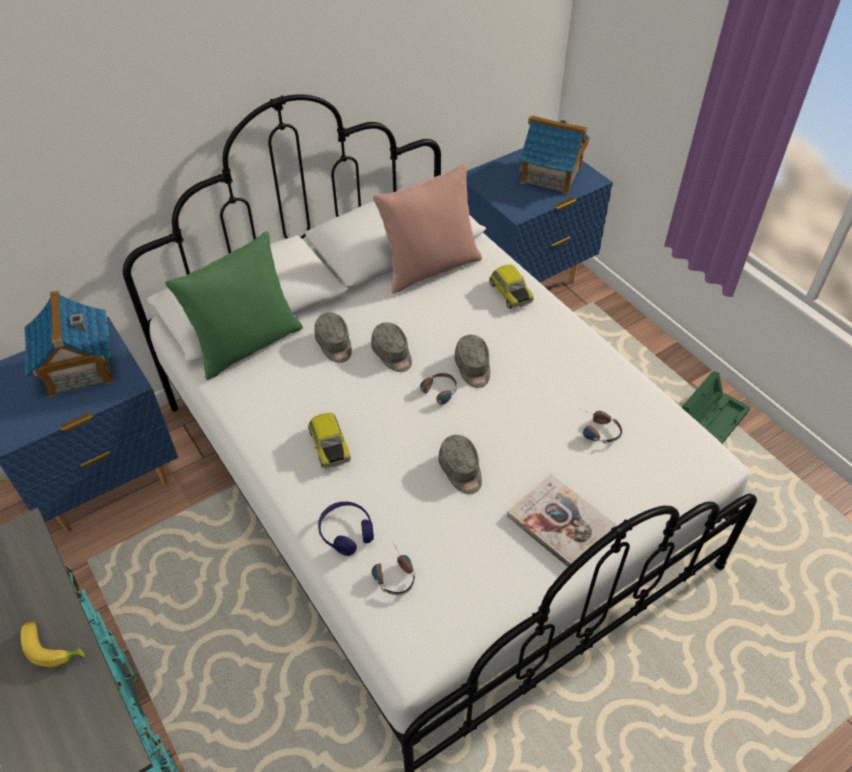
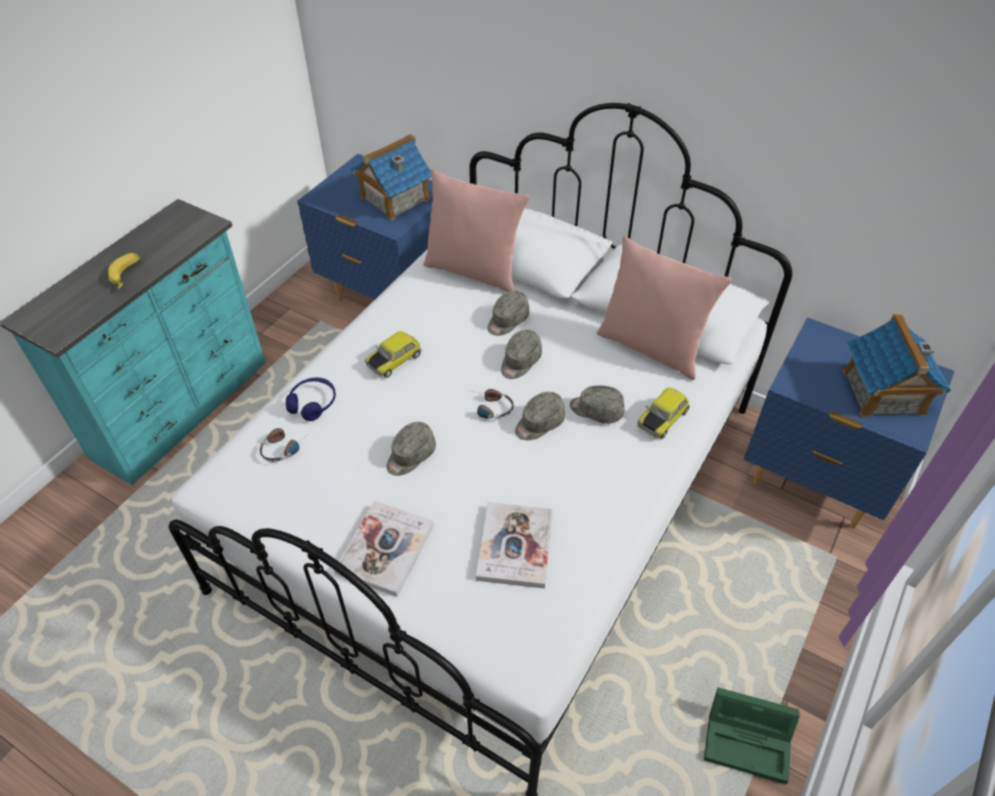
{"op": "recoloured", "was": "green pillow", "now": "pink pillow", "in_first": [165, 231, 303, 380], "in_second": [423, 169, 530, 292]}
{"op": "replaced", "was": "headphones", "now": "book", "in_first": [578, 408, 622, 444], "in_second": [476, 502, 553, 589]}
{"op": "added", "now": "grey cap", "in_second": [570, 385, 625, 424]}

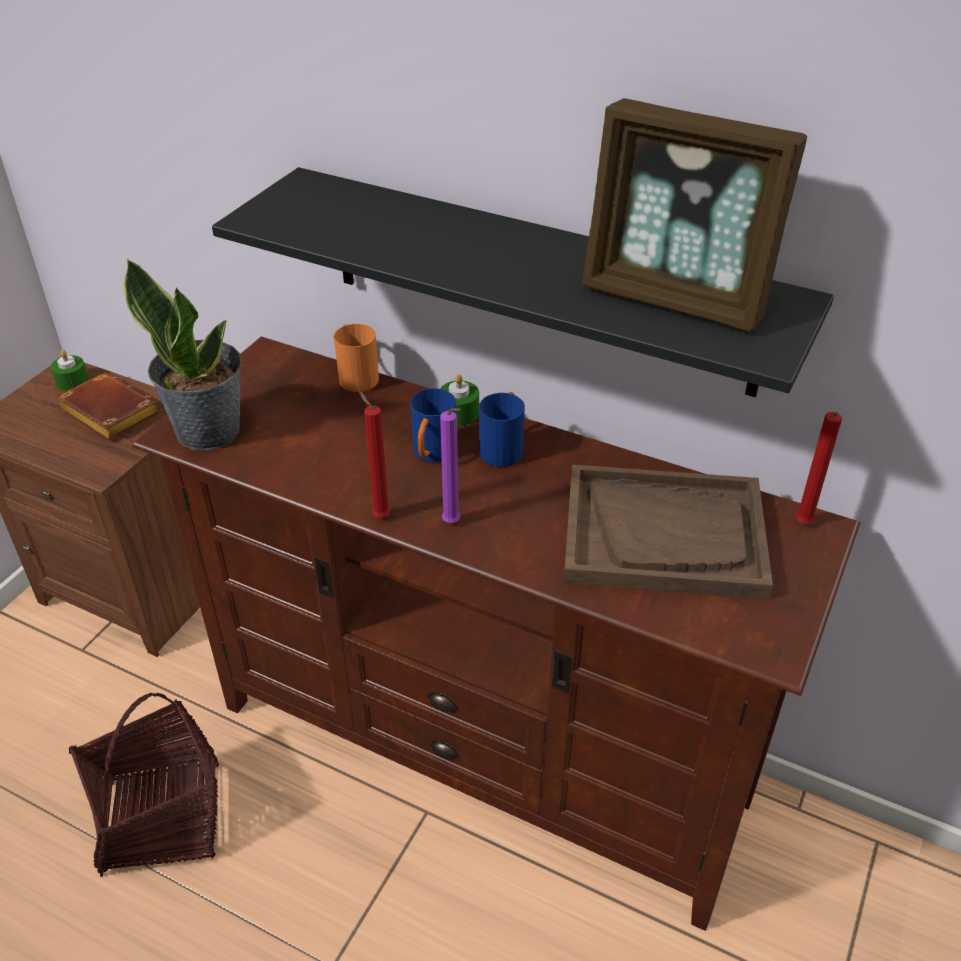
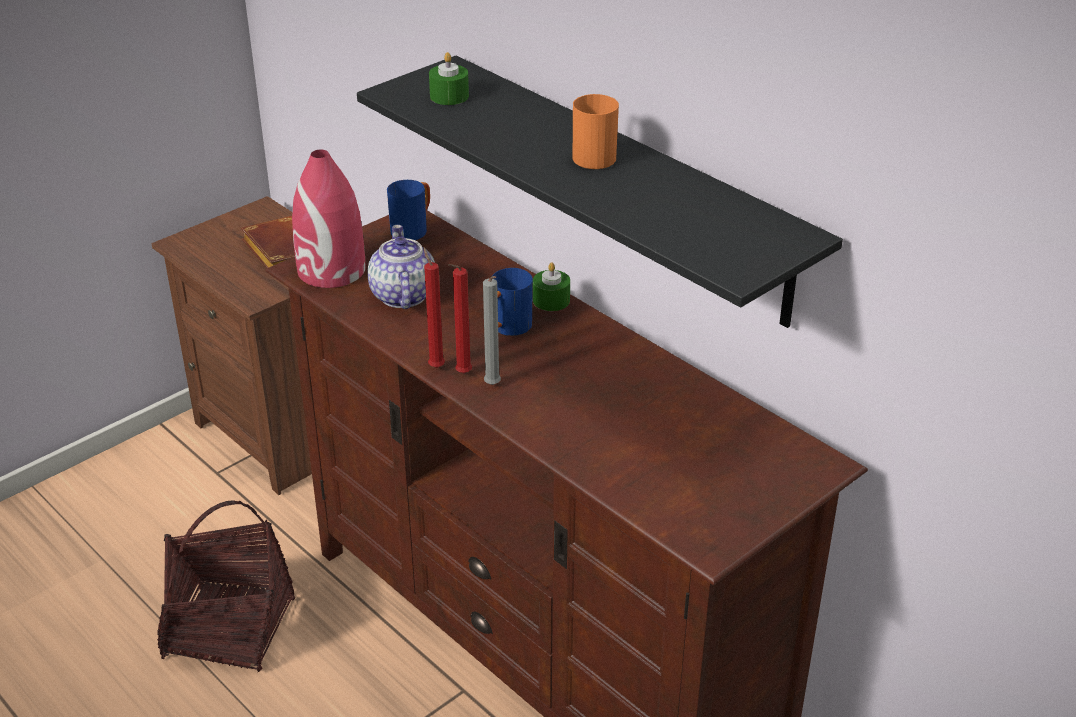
{"op": "removed", "was": "picture frame", "in_first": [582, 98, 807, 331]}
{"op": "replaced", "was": "potted plant", "now": "red vase", "in_first": [123, 259, 242, 451], "in_second": [292, 150, 366, 288]}
{"op": "moved", "was": "orange mug", "in_first": [334, 324, 379, 392], "in_second": [573, 94, 619, 169]}
{"op": "moved", "was": "green candle", "in_first": [51, 350, 89, 391], "in_second": [429, 52, 469, 105]}
{"op": "moved", "was": "blue mug", "in_first": [479, 392, 525, 467], "in_second": [387, 180, 430, 240]}
{"op": "recoloured", "was": "purple candle", "now": "grey candle", "in_first": [440, 408, 461, 523], "in_second": [483, 276, 501, 385]}
{"op": "moved", "was": "red candle", "in_first": [796, 411, 842, 524], "in_second": [448, 264, 472, 373]}
{"op": "removed", "was": "brown tray", "in_first": [564, 465, 773, 600]}
{"op": "added", "now": "teapot", "in_second": [367, 225, 435, 309]}

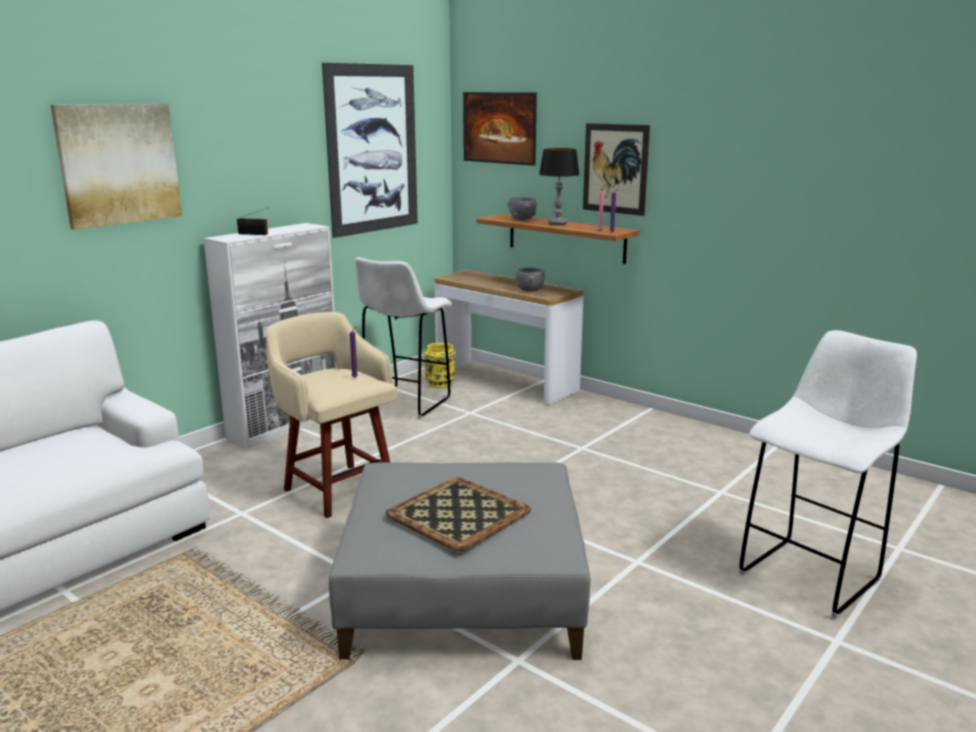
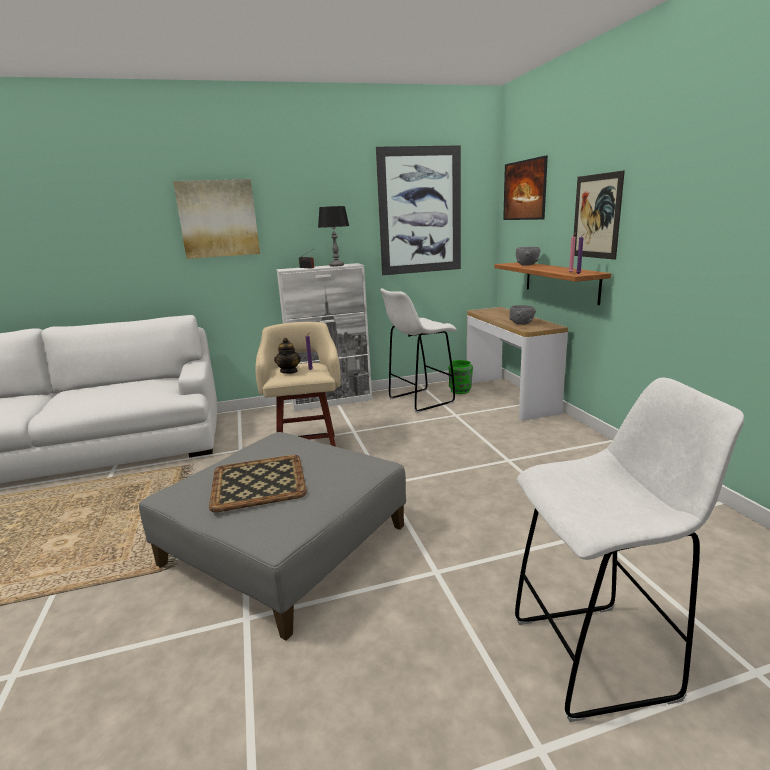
{"op": "moved", "was": "table lamp", "in_first": [539, 148, 580, 225], "in_second": [318, 206, 349, 267]}
{"op": "recoloured", "was": "yellow vase", "now": "green vase", "in_first": [424, 343, 456, 388], "in_second": [448, 360, 473, 394]}
{"op": "added", "now": "teapot", "in_second": [274, 338, 301, 374]}

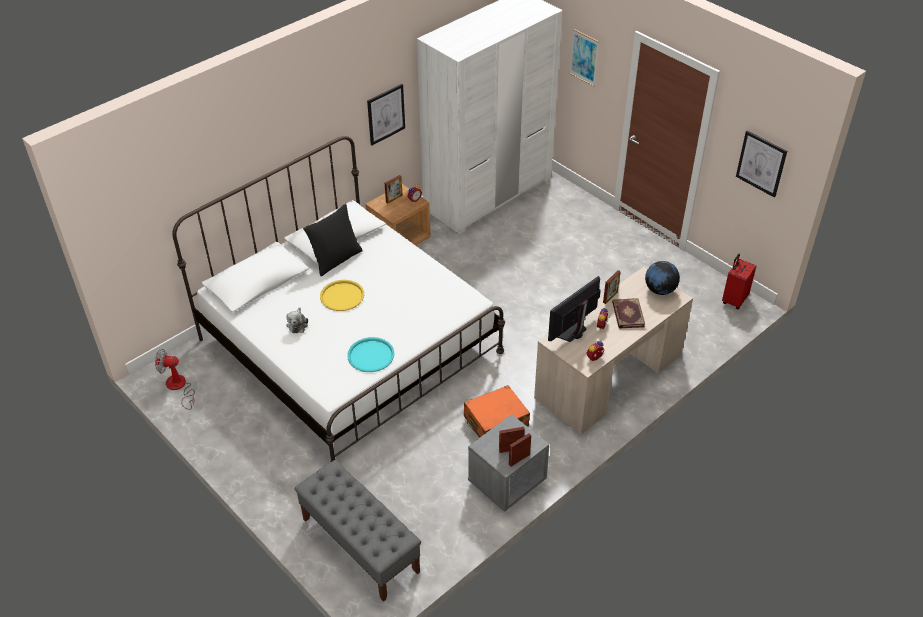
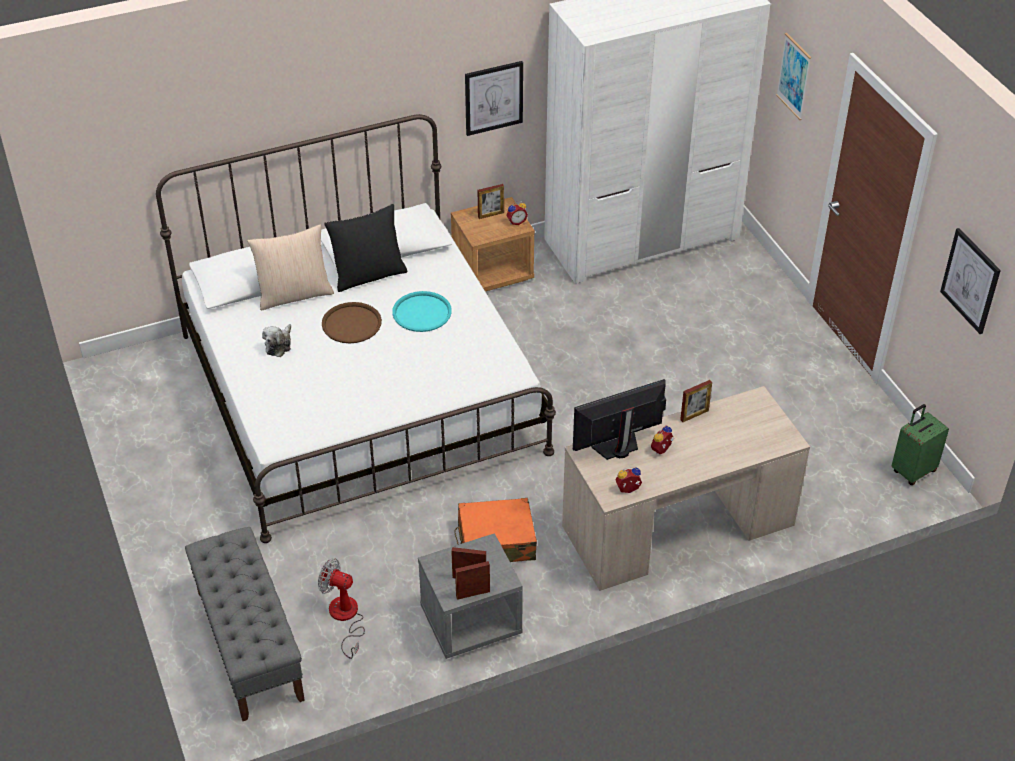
{"op": "recoloured", "was": "red suitcase", "now": "green suitcase", "in_first": [722, 254, 756, 309], "in_second": [891, 404, 949, 485]}
{"op": "removed", "was": "globe", "in_first": [645, 261, 680, 295]}
{"op": "recoloured", "was": "yellow tray", "now": "brown tray", "in_first": [320, 280, 364, 311], "in_second": [322, 302, 382, 343]}
{"op": "removed", "was": "book", "in_first": [612, 298, 645, 329]}
{"op": "moved", "was": "turquoise tray", "in_first": [347, 337, 394, 372], "in_second": [392, 291, 452, 332]}
{"op": "moved", "was": "fan", "in_first": [155, 349, 195, 410], "in_second": [318, 558, 365, 659]}
{"op": "added", "now": "beige pillow", "in_second": [247, 224, 334, 310]}

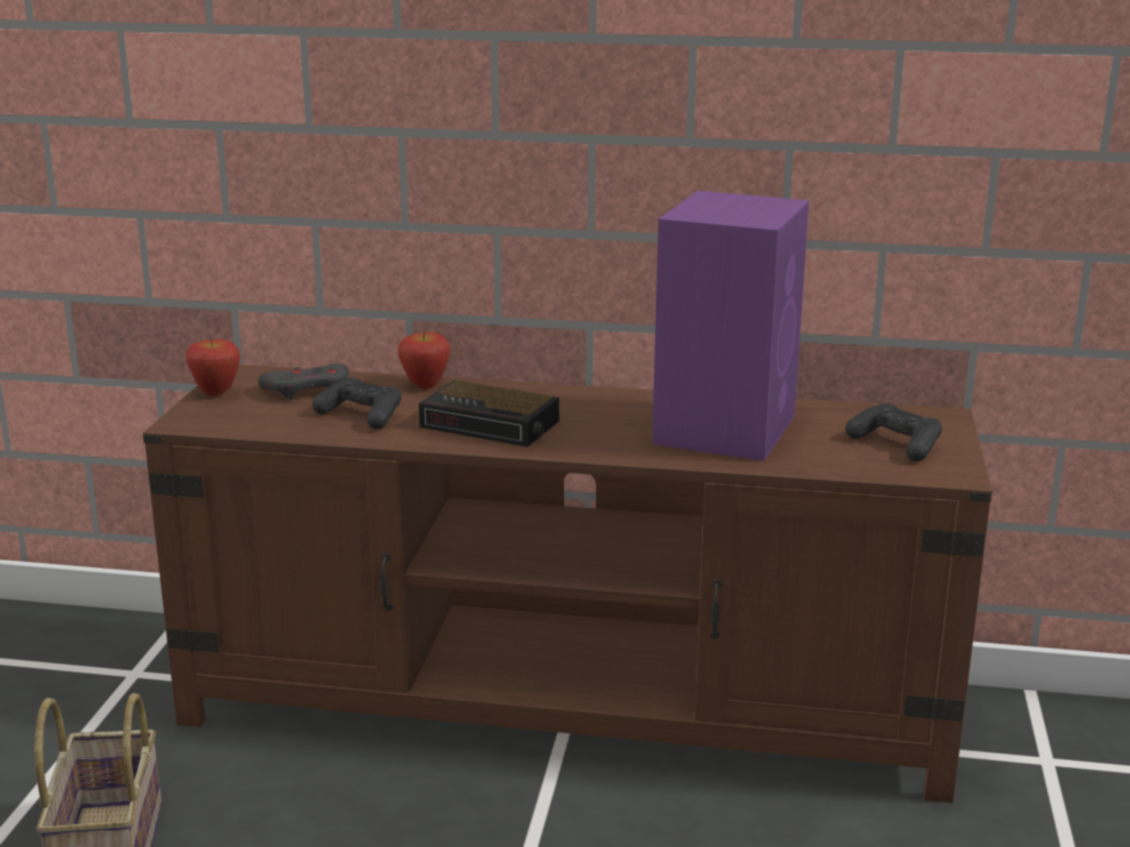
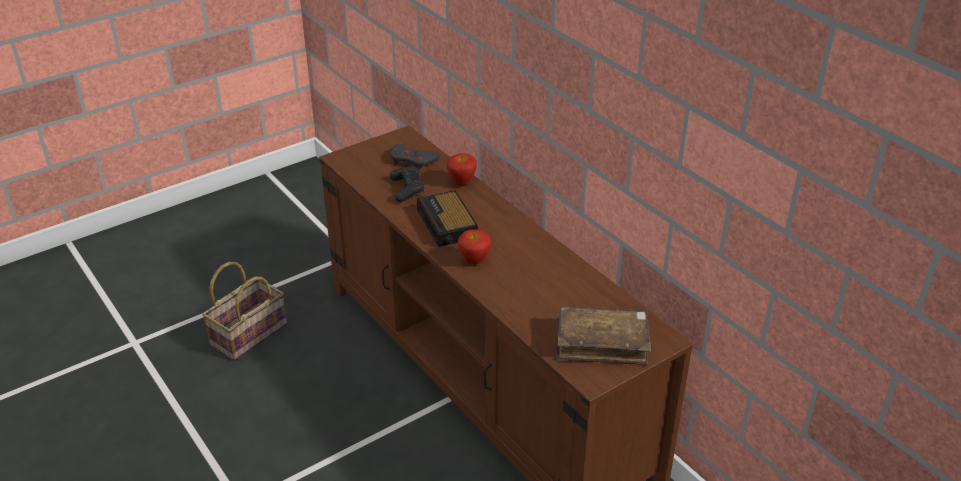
{"op": "removed", "was": "purple speaker", "in_first": [652, 191, 809, 461]}
{"op": "moved", "was": "apple", "in_first": [186, 339, 240, 396], "in_second": [458, 229, 491, 265]}
{"op": "replaced", "was": "black game controller", "now": "brown book", "in_first": [845, 403, 942, 461], "in_second": [556, 305, 651, 365]}

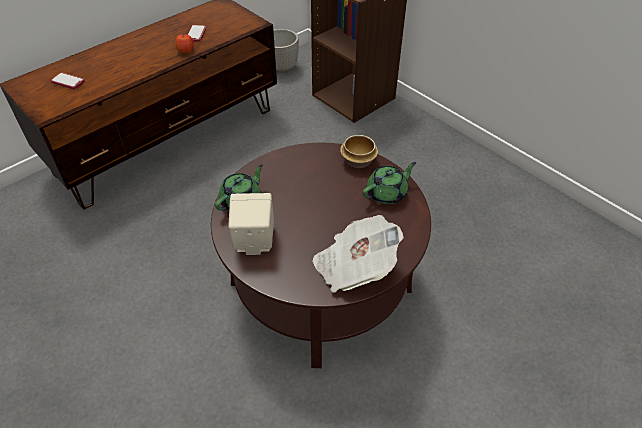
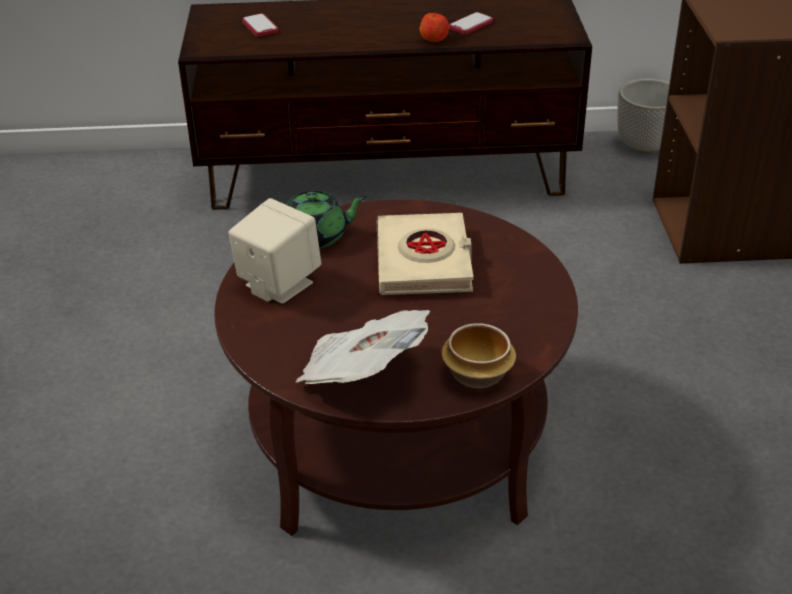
{"op": "moved", "was": "bowl", "in_first": [340, 135, 378, 168], "in_second": [442, 323, 516, 388]}
{"op": "removed", "was": "green teapot", "in_first": [363, 162, 416, 204]}
{"op": "added", "now": "beige book", "in_second": [376, 213, 474, 295]}

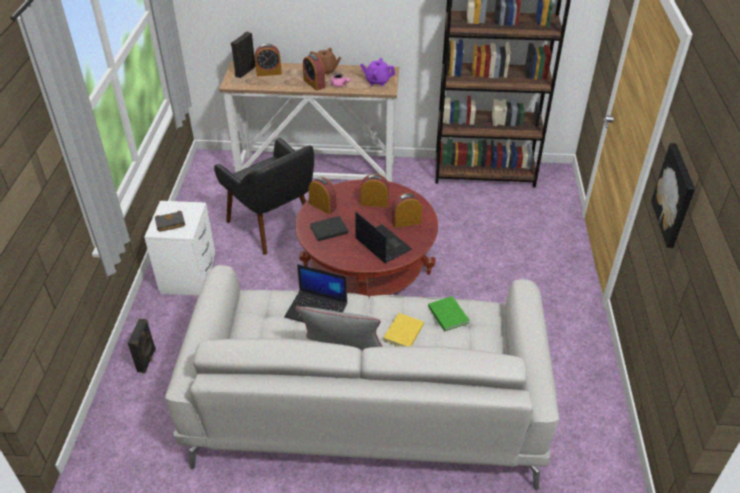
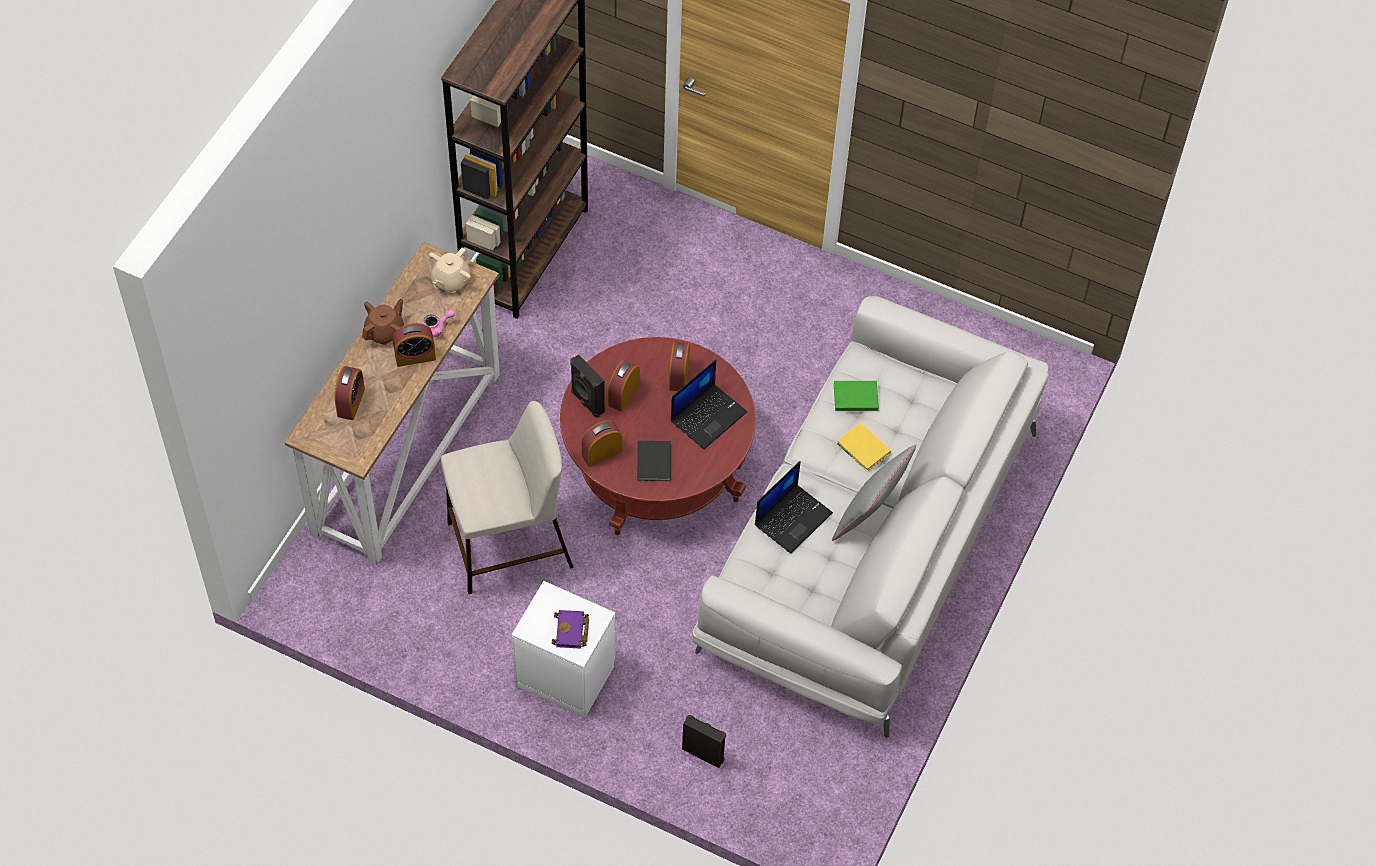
{"op": "moved", "was": "black speaker", "in_first": [231, 32, 256, 78], "in_second": [570, 354, 605, 418]}
{"op": "recoloured", "was": "purple teapot", "now": "beige teapot", "in_first": [360, 58, 395, 86], "in_second": [429, 248, 471, 293]}
{"op": "replaced", "was": "black armchair", "now": "beige stool", "in_first": [214, 138, 314, 255], "in_second": [441, 401, 574, 594]}
{"op": "removed", "was": "picture", "in_first": [651, 143, 695, 248]}
{"op": "recoloured", "was": "black book", "now": "purple book", "in_first": [155, 211, 185, 232], "in_second": [551, 610, 589, 649]}
{"op": "turned", "was": "laptop", "in_first": [355, 212, 412, 263], "in_second": [671, 359, 747, 449], "clockwise": 150}

